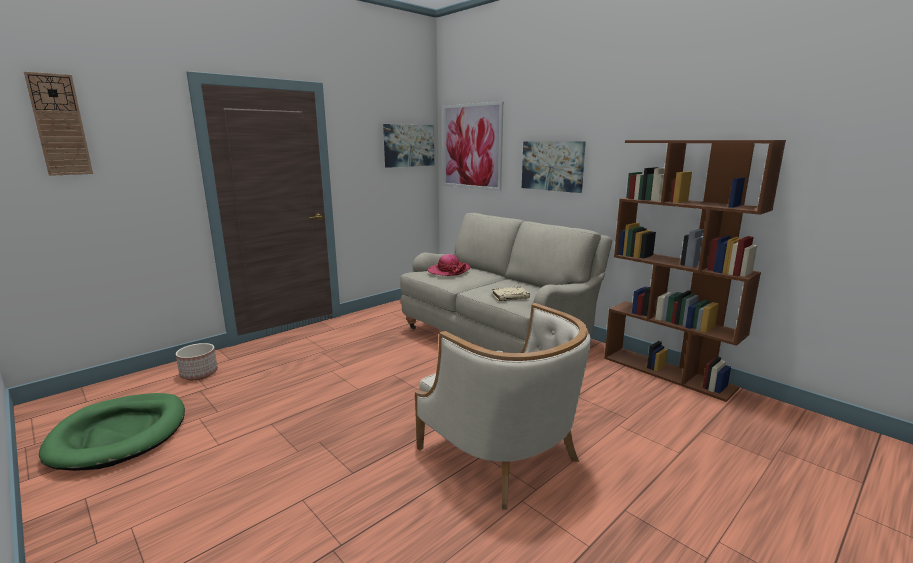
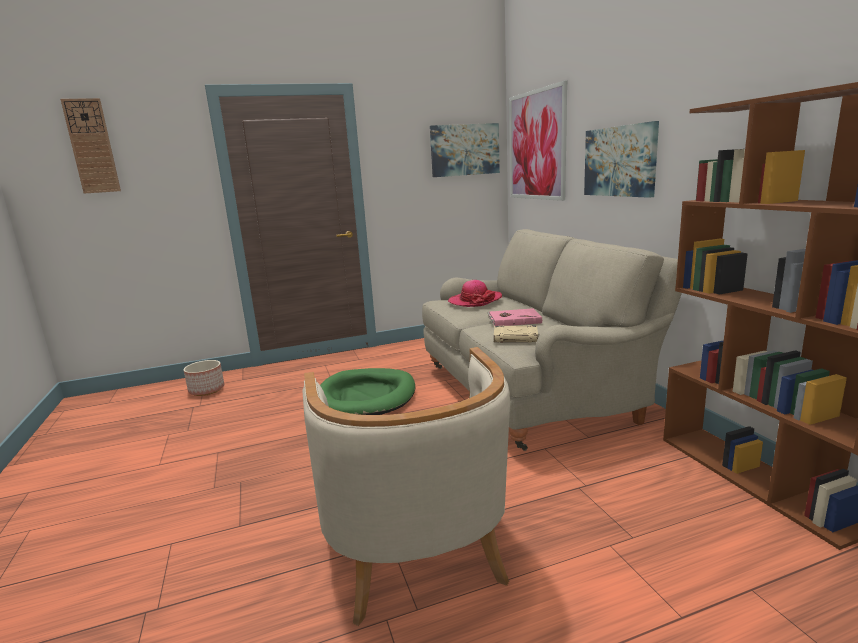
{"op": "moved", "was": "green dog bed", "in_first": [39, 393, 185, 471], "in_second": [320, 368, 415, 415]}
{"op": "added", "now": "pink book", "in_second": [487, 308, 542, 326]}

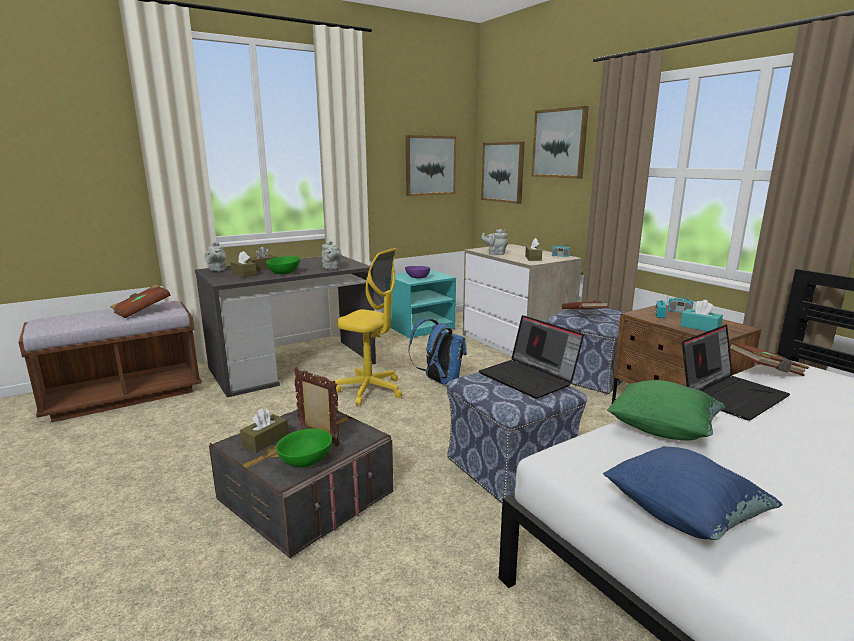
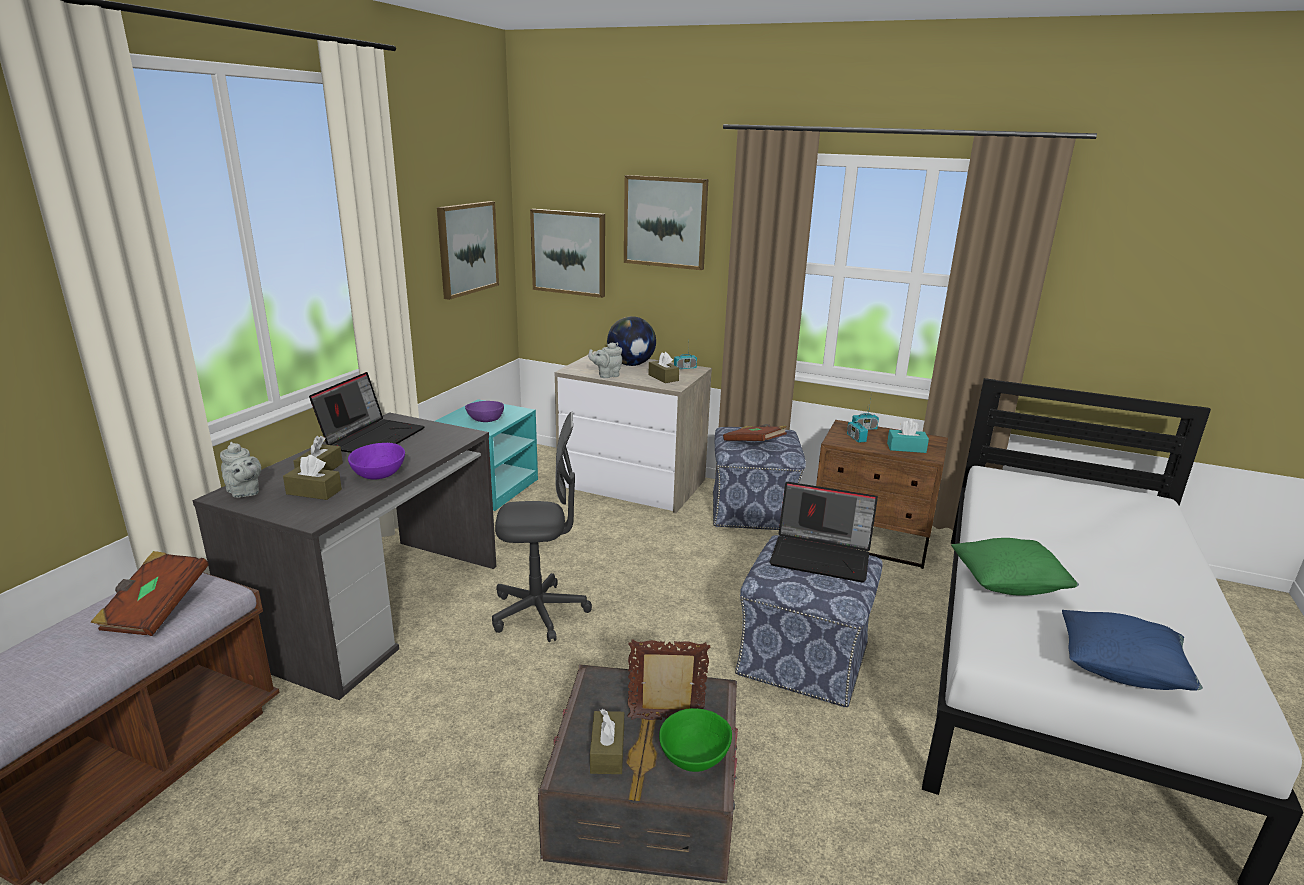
{"op": "removed", "was": "grey teapot", "in_first": [322, 240, 341, 269]}
{"op": "recoloured", "was": "yellow office chair", "now": "grey office chair", "in_first": [335, 248, 402, 406], "in_second": [492, 412, 592, 642]}
{"op": "recoloured", "was": "green bowl", "now": "purple bowl", "in_first": [266, 256, 300, 274], "in_second": [348, 443, 405, 480]}
{"op": "removed", "was": "blue backpack", "in_first": [409, 319, 467, 385]}
{"op": "moved", "was": "laptop", "in_first": [682, 324, 790, 421], "in_second": [309, 372, 425, 453]}
{"op": "removed", "was": "brown book", "in_first": [729, 341, 809, 376]}
{"op": "added", "now": "globe", "in_second": [607, 316, 656, 366]}

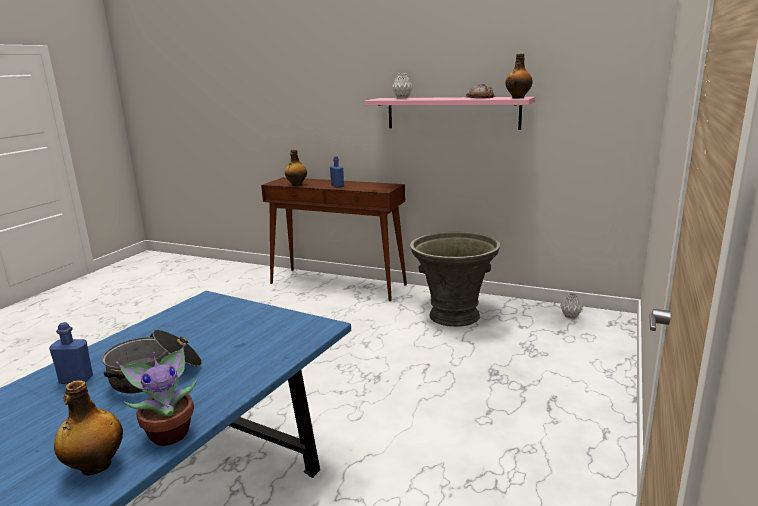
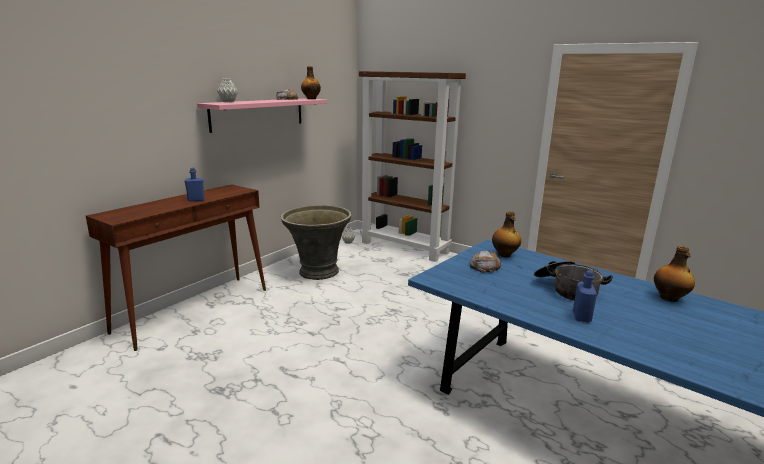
{"op": "moved", "was": "bottle", "in_first": [285, 150, 307, 186], "in_second": [492, 212, 521, 257]}
{"op": "removed", "was": "potted plant", "in_first": [115, 343, 197, 446]}
{"op": "added", "now": "brown bookcase", "in_second": [359, 71, 466, 262]}
{"op": "added", "now": "bread", "in_second": [470, 251, 502, 273]}

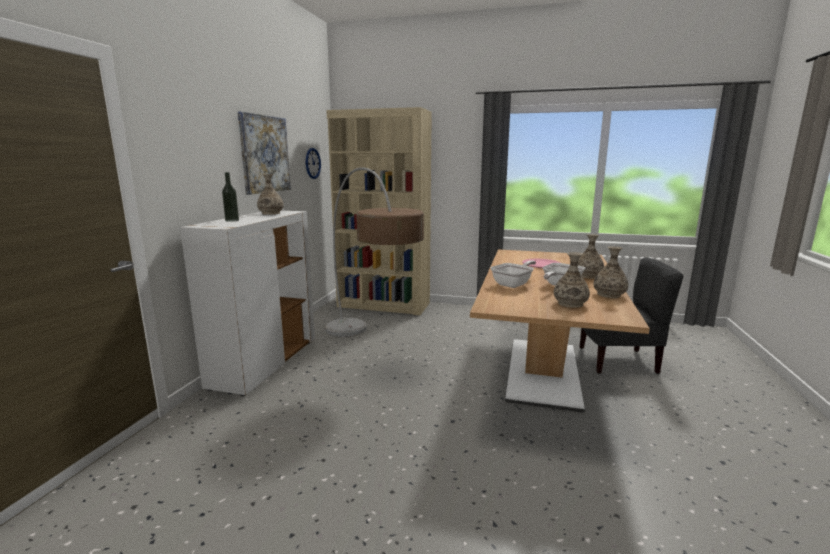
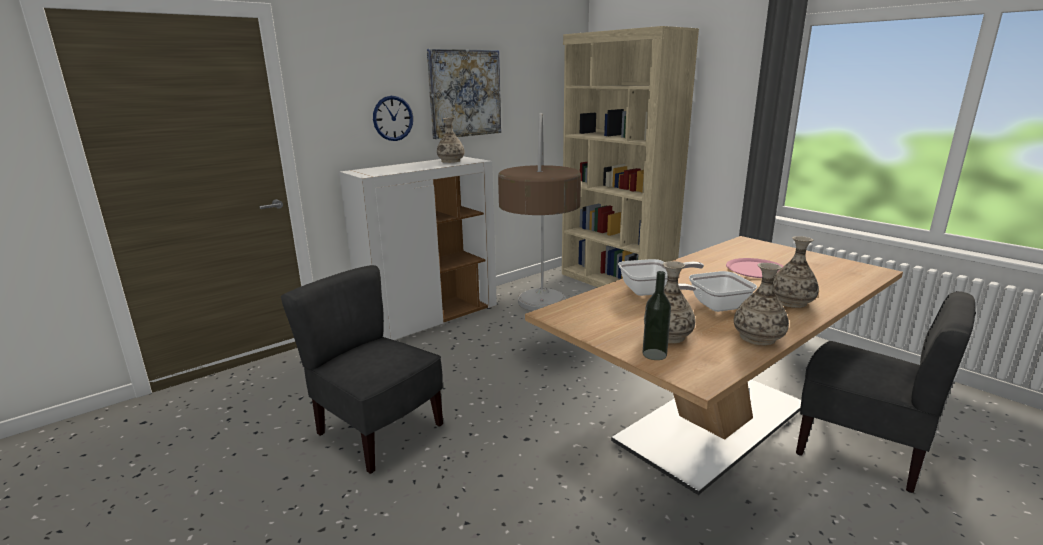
{"op": "moved", "was": "wall clock", "in_first": [306, 148, 321, 179], "in_second": [373, 96, 413, 141]}
{"op": "moved", "was": "bottle", "in_first": [222, 172, 239, 222], "in_second": [642, 271, 671, 360]}
{"op": "added", "now": "grey chair", "in_second": [281, 265, 443, 474]}

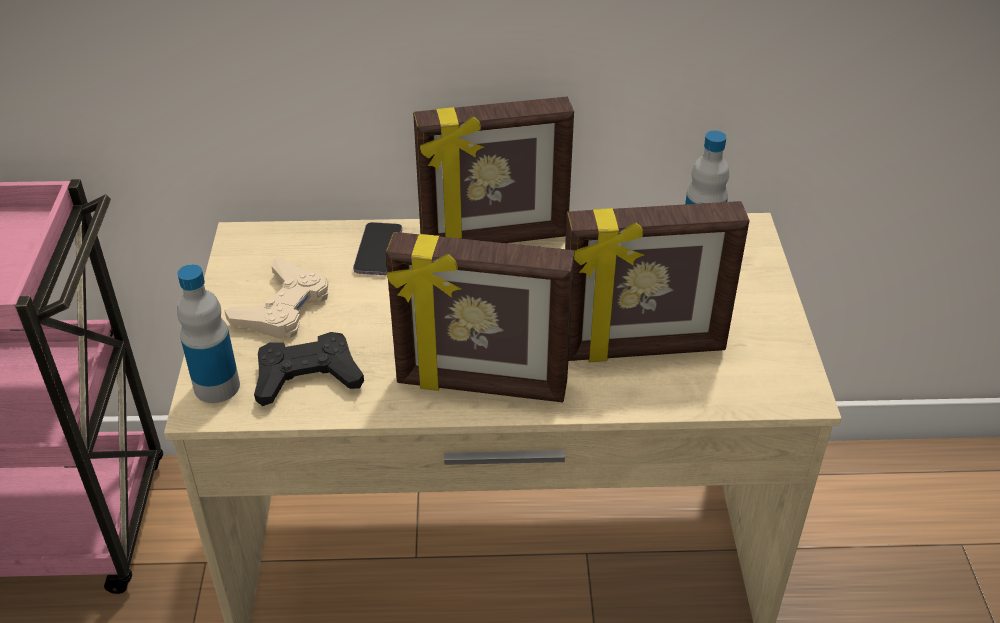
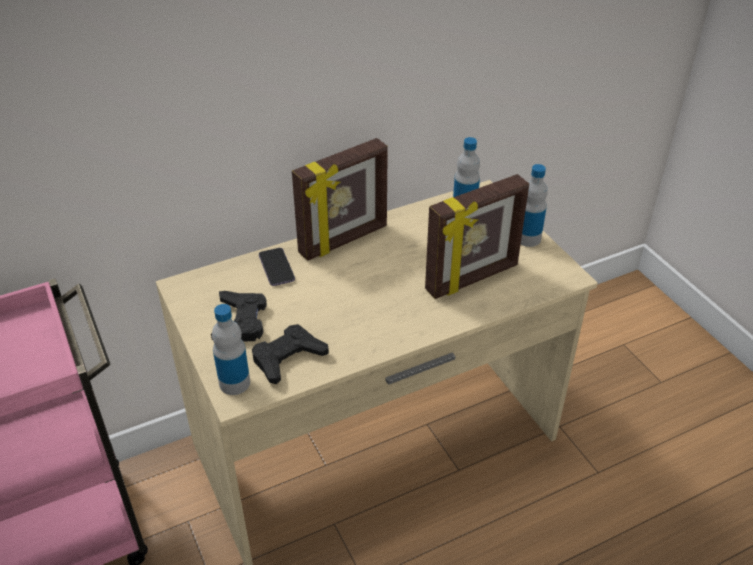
{"op": "removed", "was": "picture frame", "in_first": [386, 232, 574, 402]}
{"op": "recoloured", "was": "beige game controller", "now": "black game controller", "in_first": [224, 258, 329, 339], "in_second": [211, 291, 267, 342]}
{"op": "added", "now": "bottle", "in_second": [521, 164, 548, 247]}

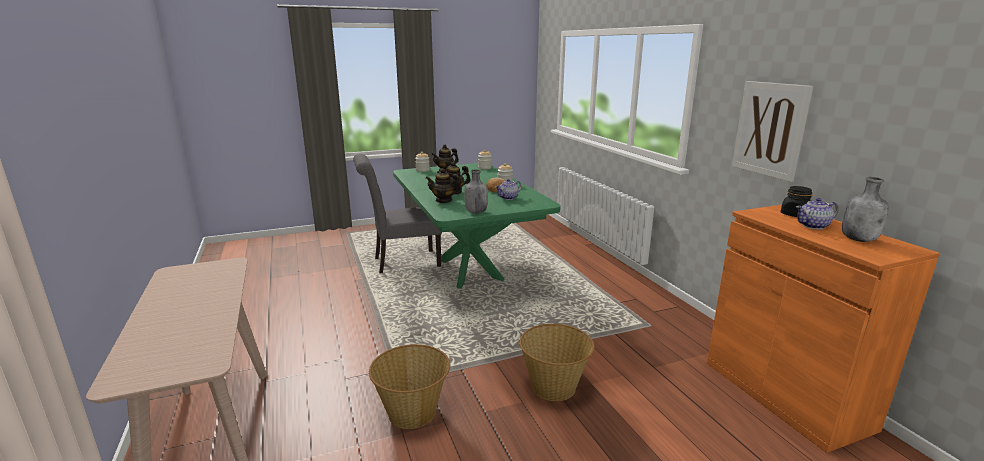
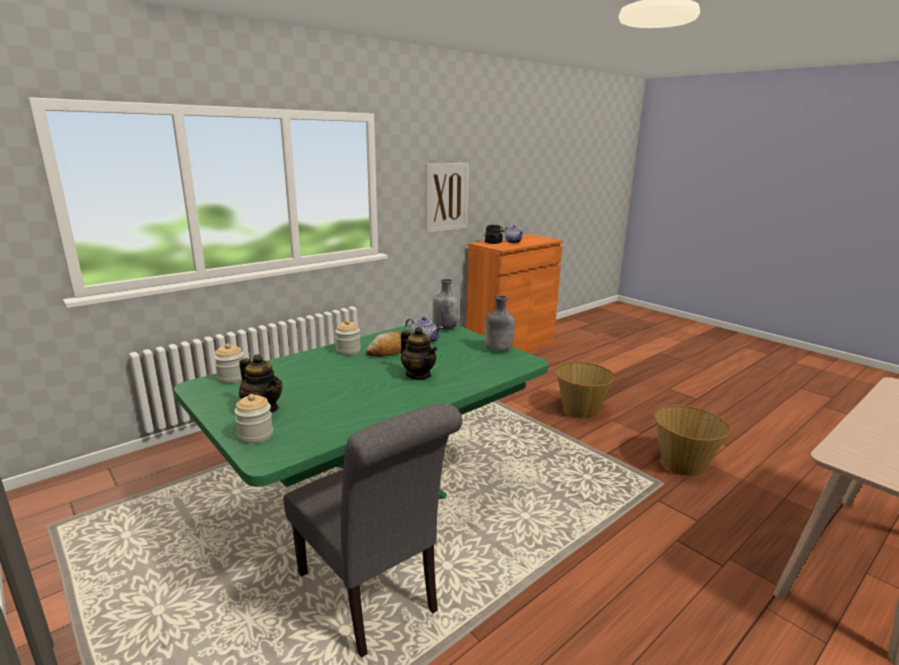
{"op": "removed", "was": "teapot", "in_first": [426, 168, 462, 203]}
{"op": "moved", "was": "grey bottle", "in_first": [842, 177, 889, 242], "in_second": [433, 279, 459, 330]}

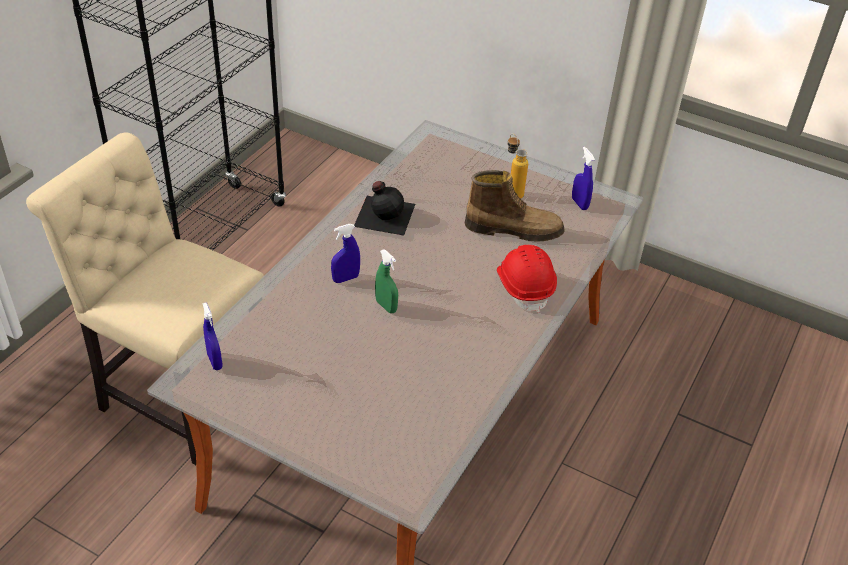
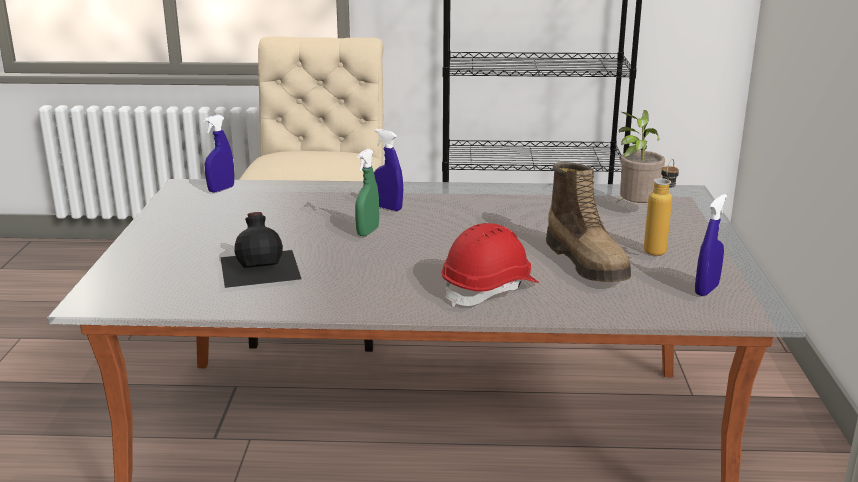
{"op": "moved", "was": "black bottle", "in_first": [354, 181, 415, 236], "in_second": [220, 212, 301, 288]}
{"op": "added", "now": "potted plant", "in_second": [615, 110, 665, 204]}

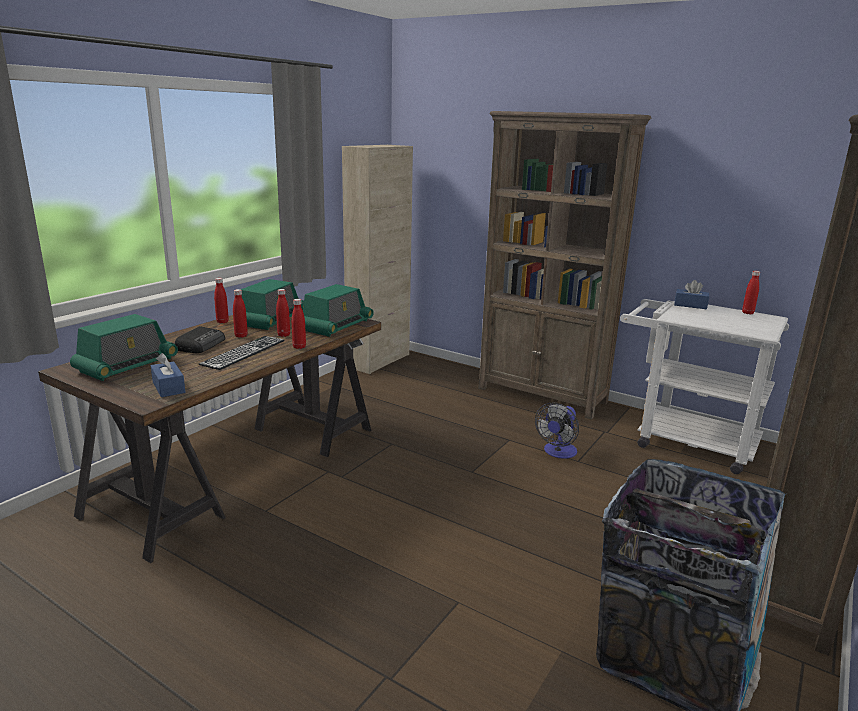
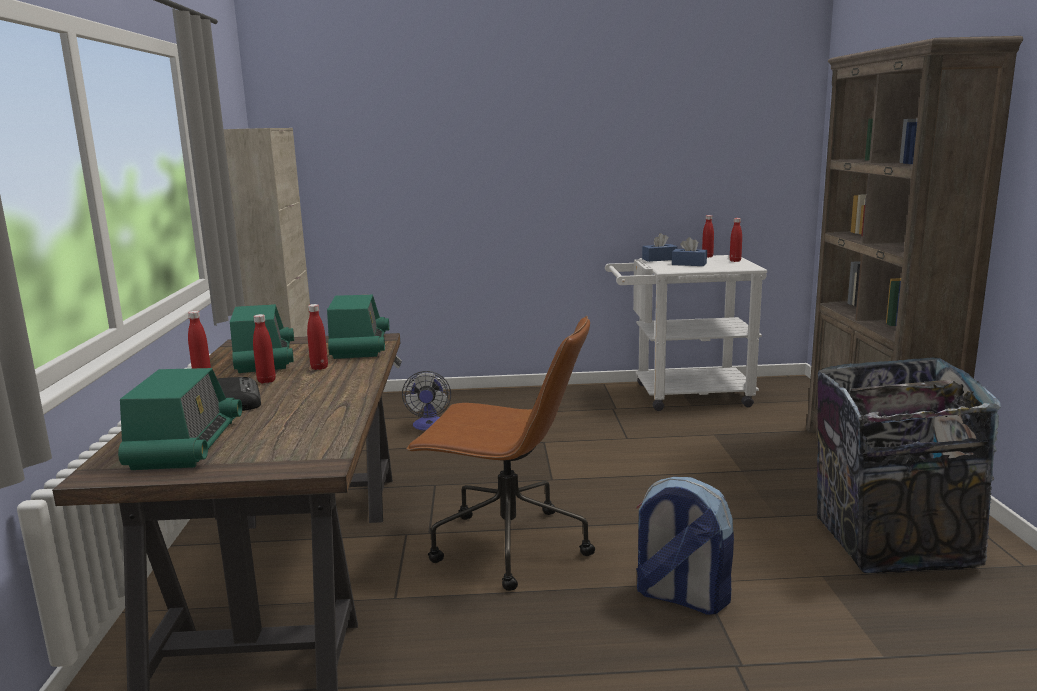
{"op": "removed", "was": "brown bookcase", "in_first": [478, 111, 651, 419]}
{"op": "moved", "was": "red bottle", "in_first": [292, 299, 306, 349], "in_second": [730, 218, 742, 262]}
{"op": "removed", "was": "keyboard", "in_first": [199, 336, 285, 370]}
{"op": "moved", "was": "blue tissue box", "in_first": [151, 353, 186, 397], "in_second": [672, 237, 707, 266]}
{"op": "moved", "was": "fan", "in_first": [535, 402, 579, 459], "in_second": [402, 371, 451, 431]}
{"op": "added", "now": "brown office chair", "in_second": [406, 316, 595, 591]}
{"op": "added", "now": "backpack", "in_second": [636, 477, 734, 615]}

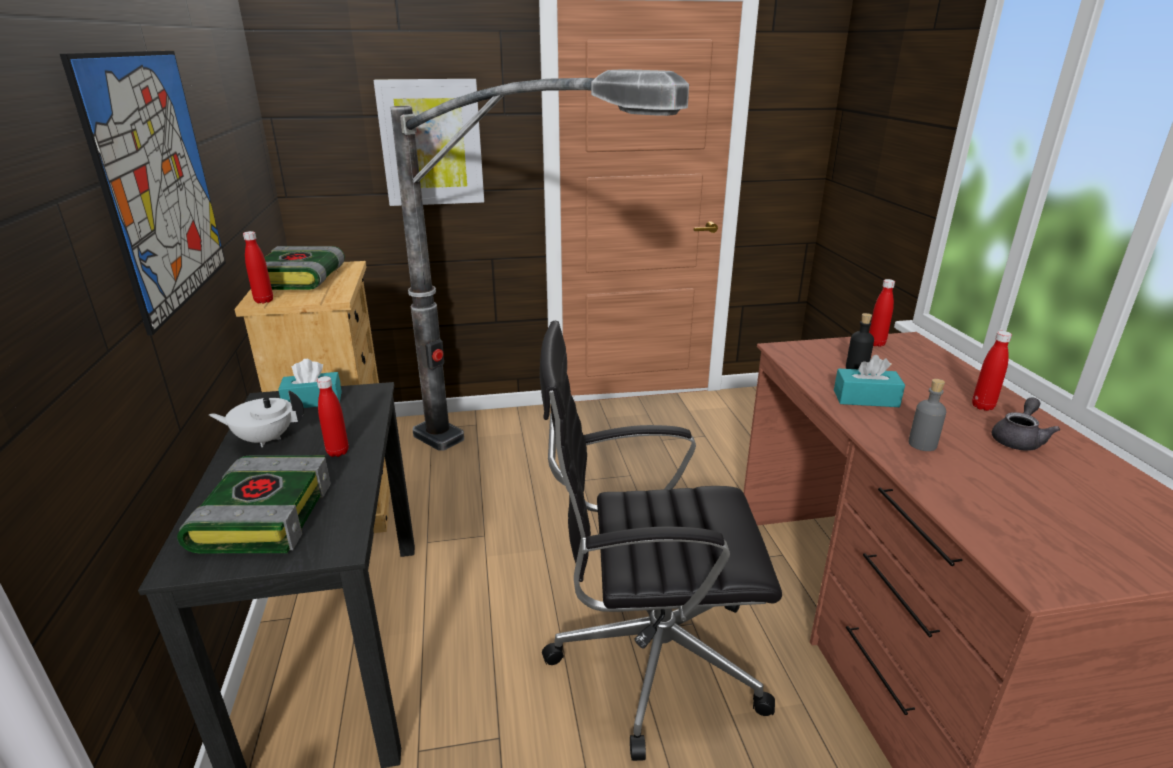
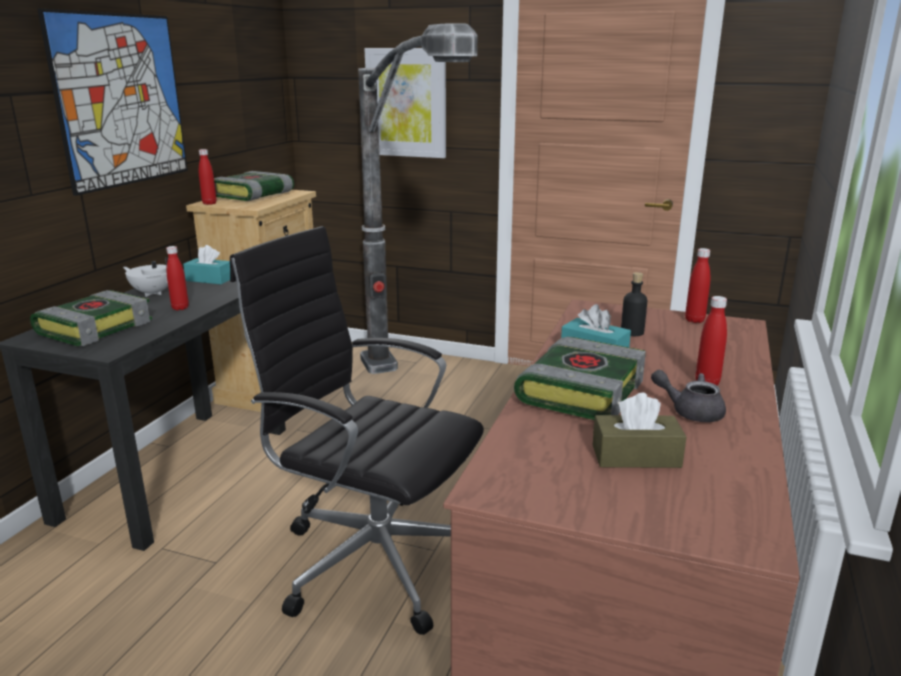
{"op": "replaced", "was": "grey bottle", "now": "book", "in_first": [908, 379, 946, 451], "in_second": [514, 337, 646, 420]}
{"op": "turned", "was": "grey teapot", "in_first": [992, 397, 1060, 451], "in_second": [651, 370, 726, 422], "clockwise": -135}
{"op": "added", "now": "brown tissue box", "in_second": [593, 393, 686, 468]}

